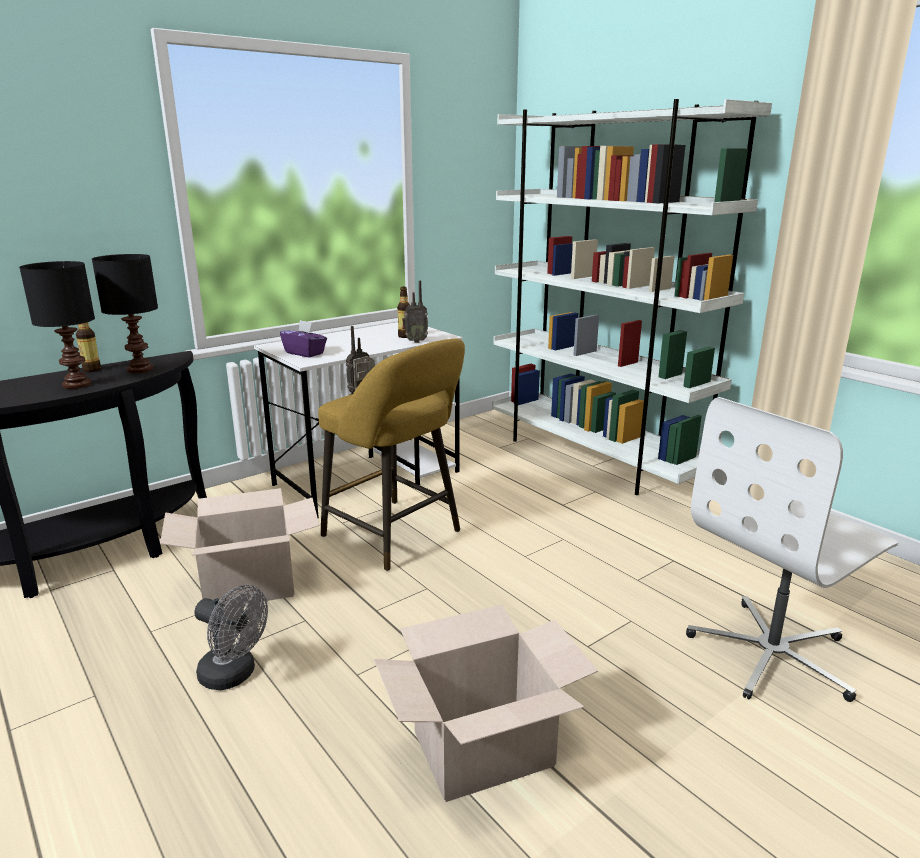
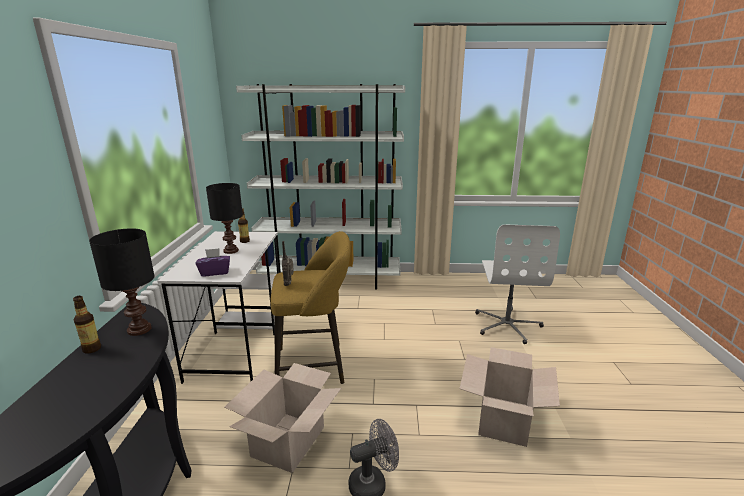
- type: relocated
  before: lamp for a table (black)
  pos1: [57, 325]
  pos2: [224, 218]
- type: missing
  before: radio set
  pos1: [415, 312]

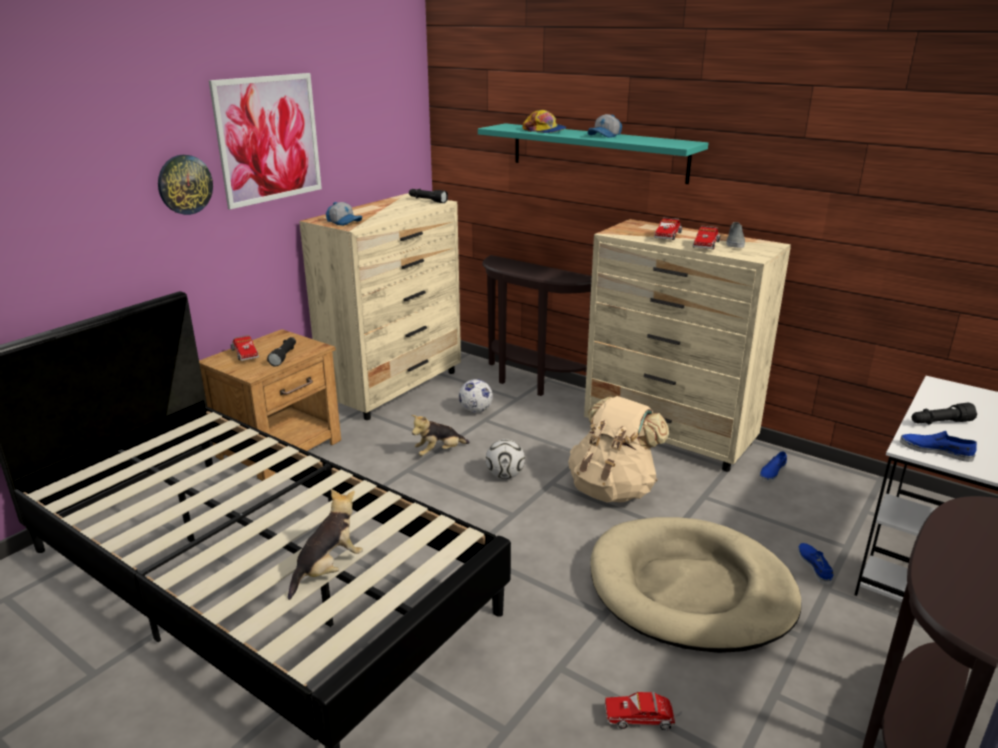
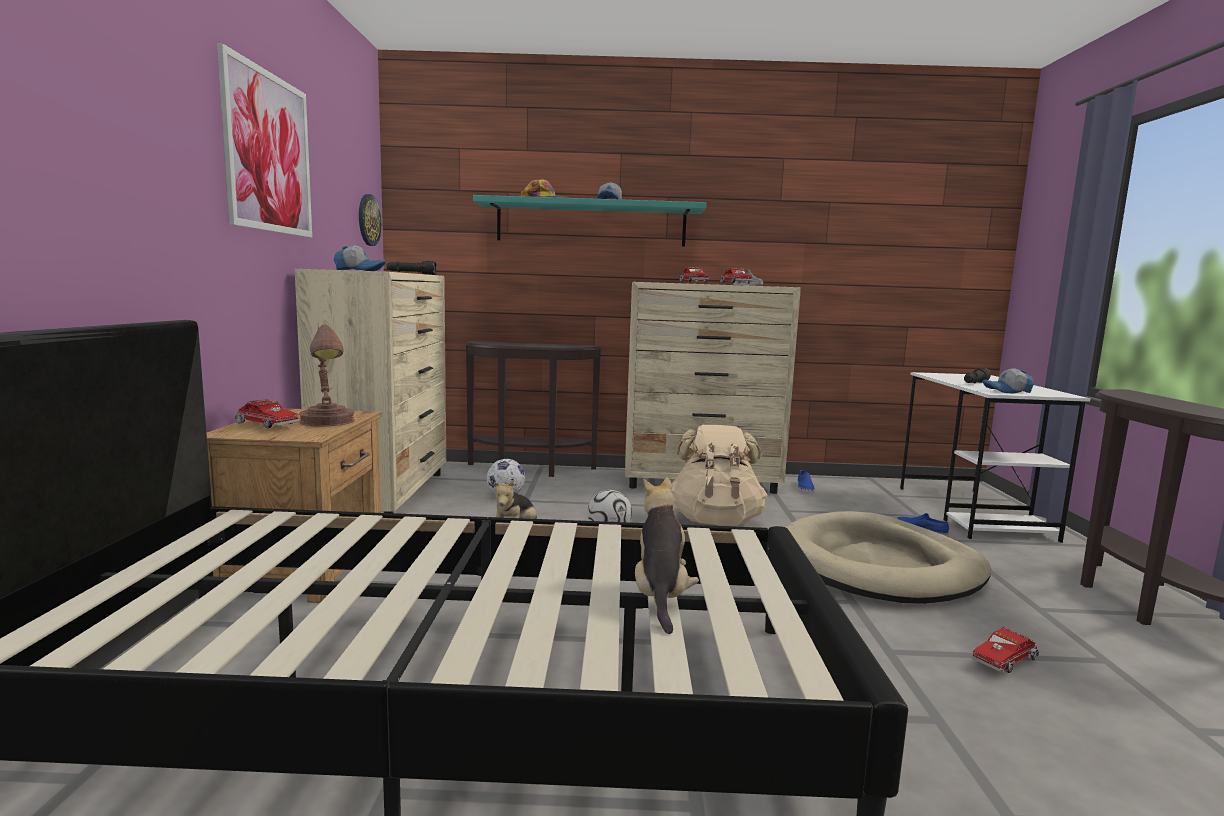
- type: exchanged
  before: hand torch (black)
  after: lamp for a table (brown-coloured)
  pos1: [281, 352]
  pos2: [327, 375]
- type: relocated
  before: wall clock
  pos1: [185, 185]
  pos2: [370, 220]
- type: exchanged
  before: shoe (bluish)
  after: cap
  pos1: [938, 446]
  pos2: [1008, 381]

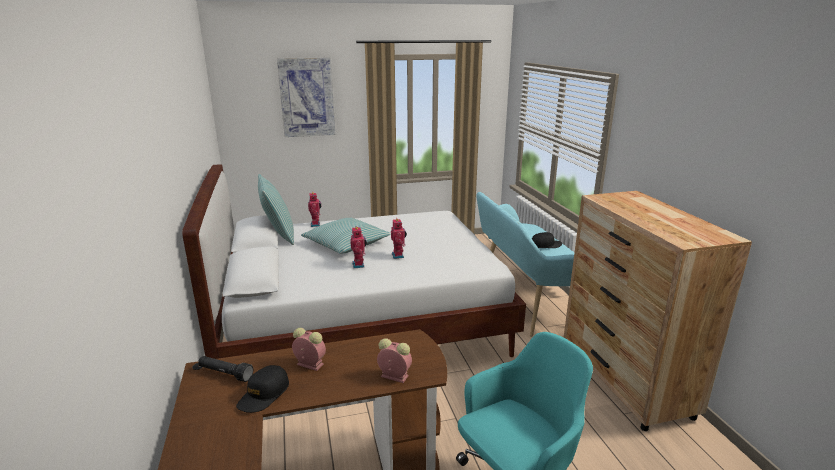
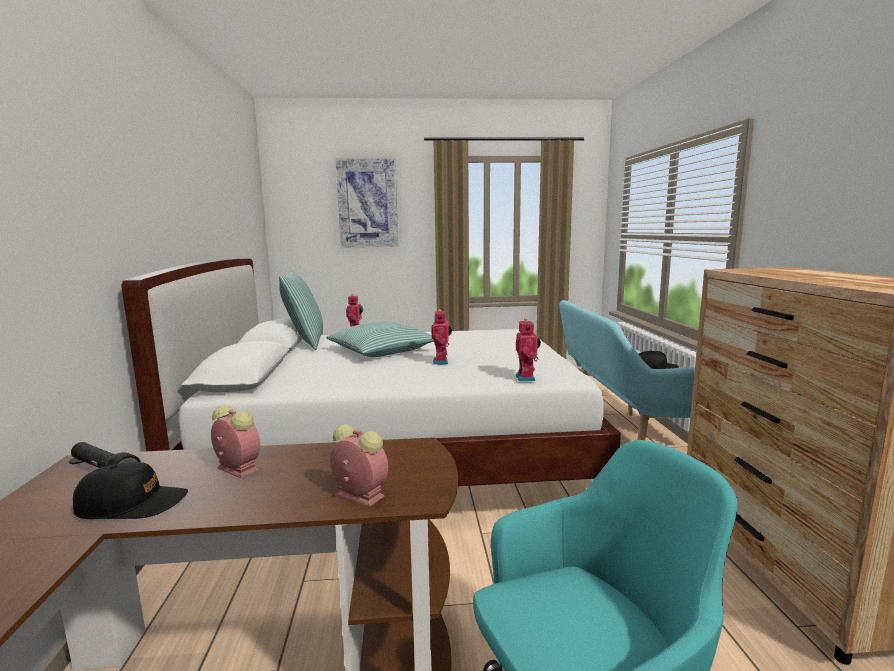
- type: spun
  before: cap (black)
  pos1: [262, 389]
  pos2: [130, 490]
  turn: -135
- type: relocated
  before: model robot
  pos1: [358, 247]
  pos2: [528, 350]

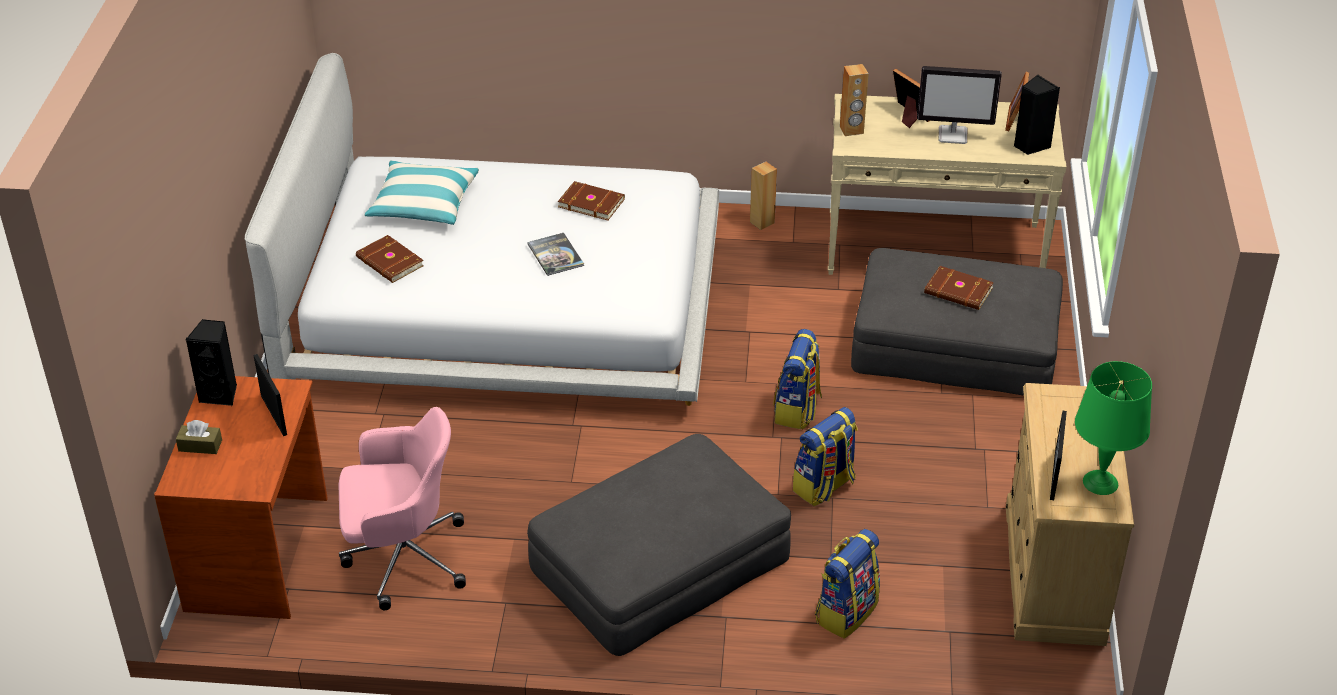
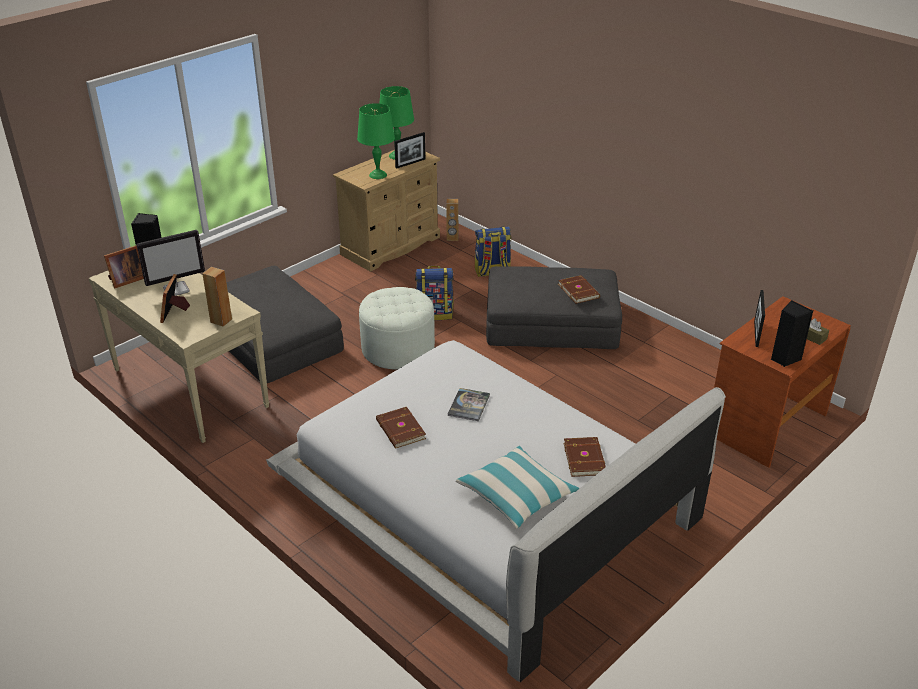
- type: spun
  before: computer screen
  pos1: [959, 105]
  pos2: [171, 263]
  turn: 105
- type: appeared
  after: lamp for a table (greenish)
  pos2: [376, 141]
- type: exchanged
  before: rucksack
  after: pouffe (whitish)
  pos1: [797, 379]
  pos2: [397, 328]
- type: relocated
  before: loudspeaker (brown-coloured)
  pos1: [763, 196]
  pos2: [452, 220]
- type: relocated
  before: book (brown-coloured)
  pos1: [959, 288]
  pos2: [579, 289]
- type: missing
  before: computer chair (pink-coloured)
  pos1: [402, 508]

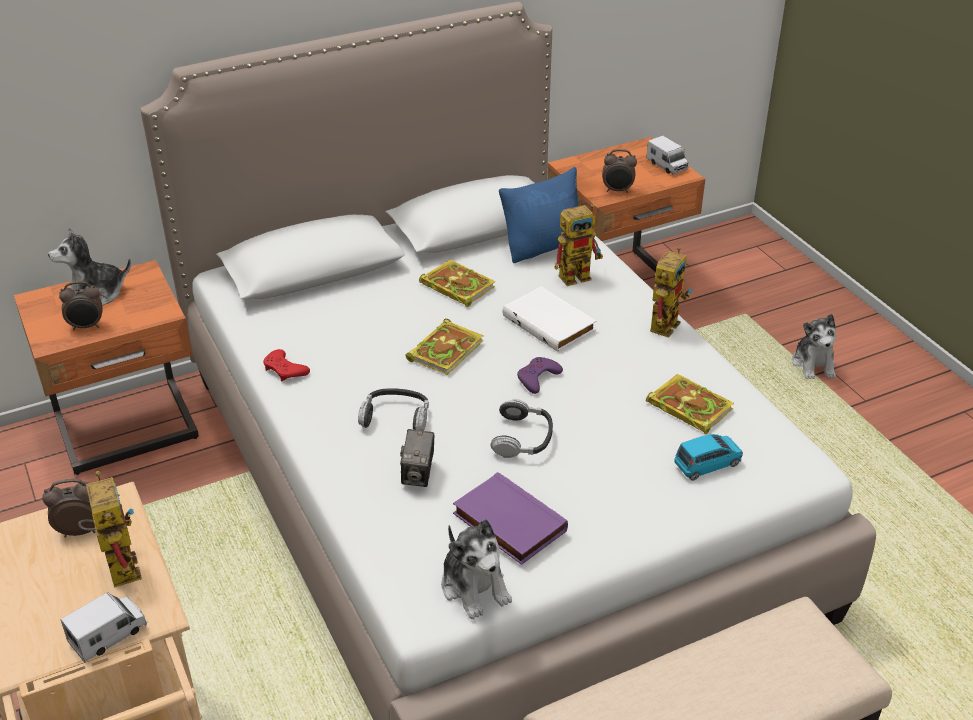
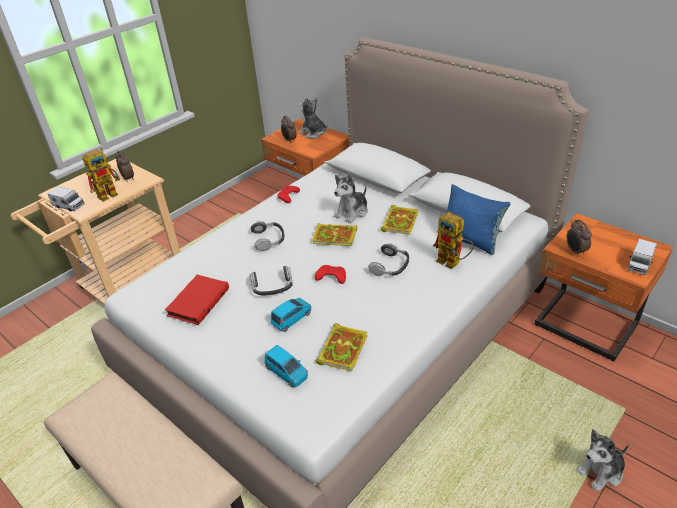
- type: colour
  before: book (purple-coloured)
  after: book (red-coloured)
  pos1: [510, 518]
  pos2: [197, 300]
- type: appeared
  after: model car (bluish)
  pos2: [291, 315]
- type: colour
  before: gamepad (purple-coloured)
  after: gamepad (red-coloured)
  pos1: [540, 375]
  pos2: [330, 274]
- type: relocated
  before: cuddly toy
  pos1: [476, 569]
  pos2: [351, 198]
- type: exchanged
  before: book (whitish)
  after: headphones
  pos1: [549, 319]
  pos2: [388, 259]
- type: missing
  before: photo camera
  pos1: [417, 458]
- type: missing
  before: model robot
  pos1: [671, 292]

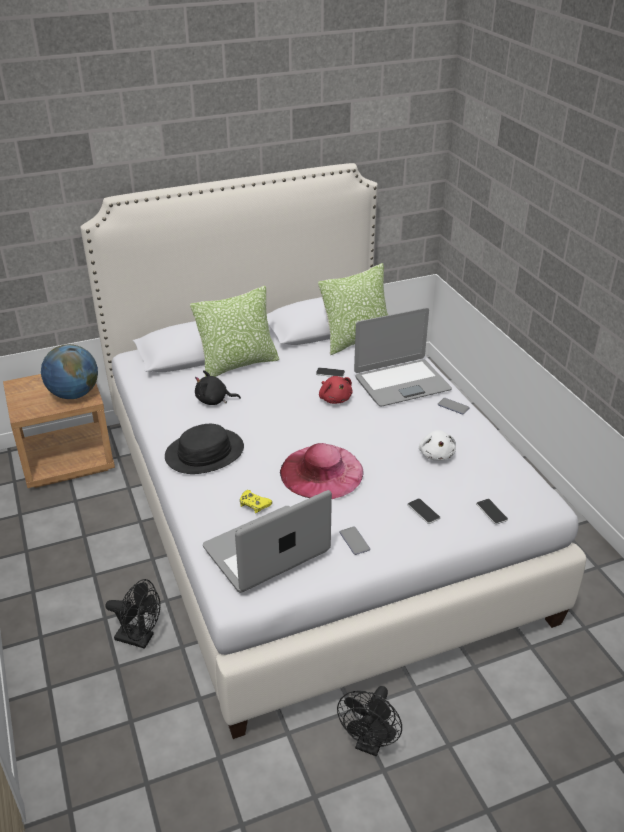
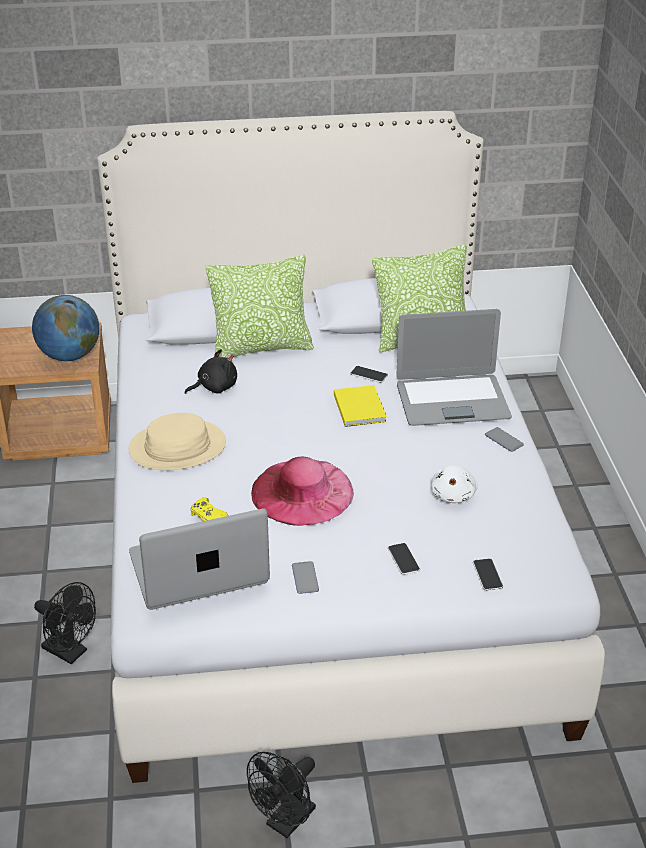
- type: colour
  before: clothing hat (black)
  after: clothing hat (beige-coloured)
  pos1: [204, 449]
  pos2: [177, 441]
- type: spun
  before: cuddly toy (black)
  pos1: [218, 387]
  pos2: [211, 371]
  turn: 135
- type: exchanged
  before: cuddly toy (red-coloured)
  after: book (yellow)
  pos1: [336, 390]
  pos2: [360, 406]

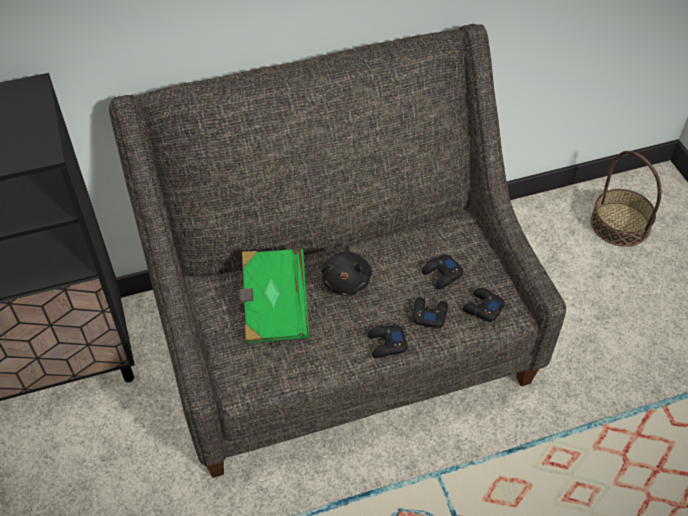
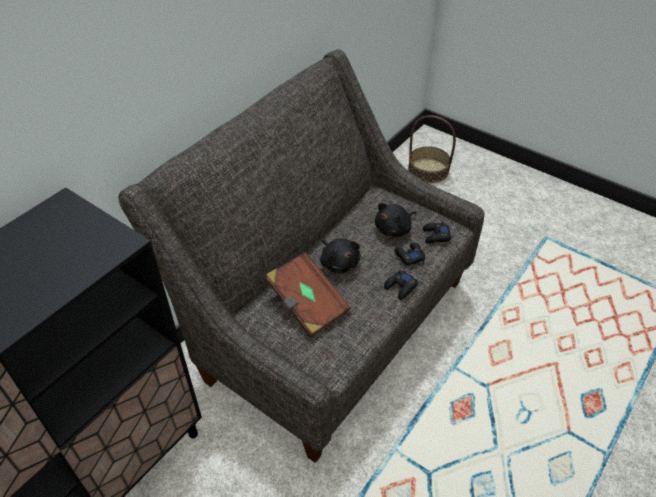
- type: colour
  before: book (greenish)
  after: book (brown-coloured)
  pos1: [274, 296]
  pos2: [308, 294]
- type: exchanged
  before: gamepad (black)
  after: cuddly toy (black)
  pos1: [442, 272]
  pos2: [396, 220]

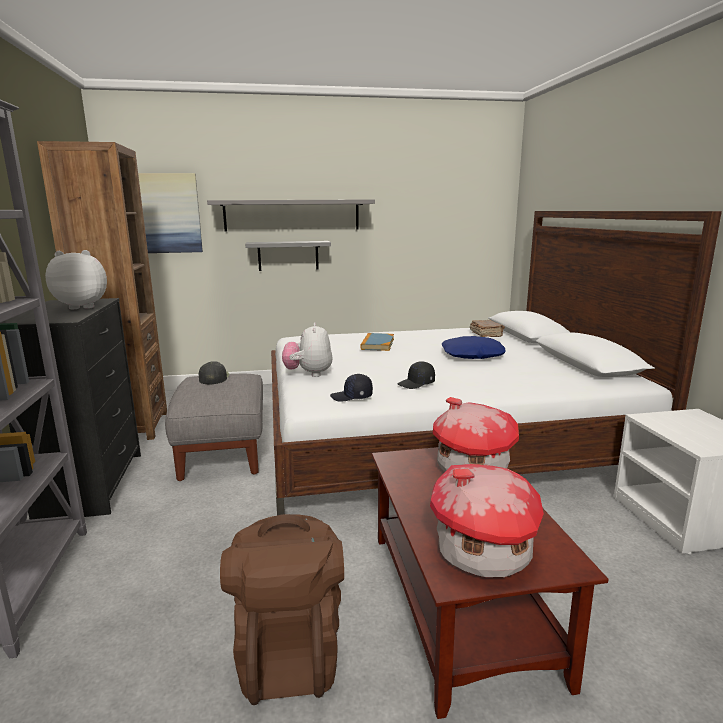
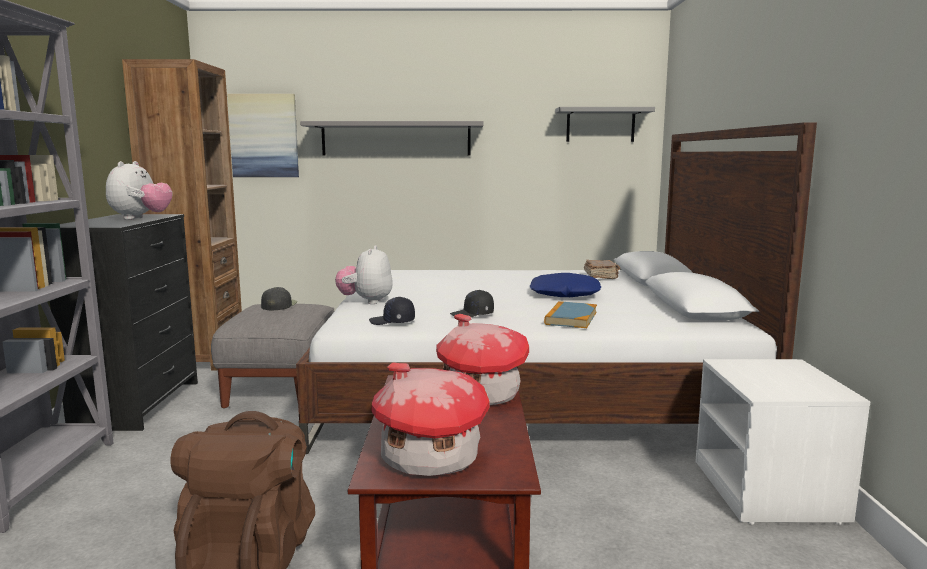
- type: spun
  before: cuddly toy
  pos1: [76, 279]
  pos2: [139, 190]
  turn: 105
- type: relocated
  before: book
  pos1: [377, 342]
  pos2: [570, 314]
- type: relocated
  before: wall shelf (greyish)
  pos1: [288, 256]
  pos2: [605, 124]

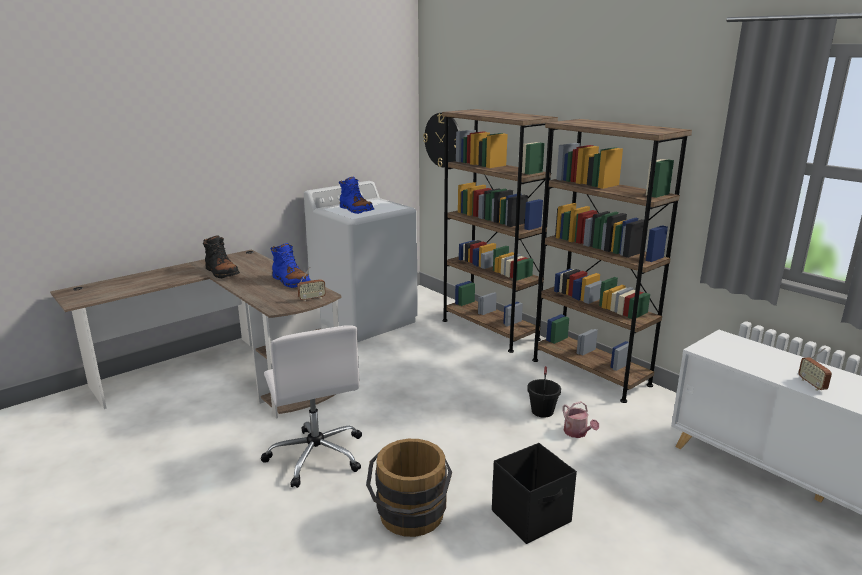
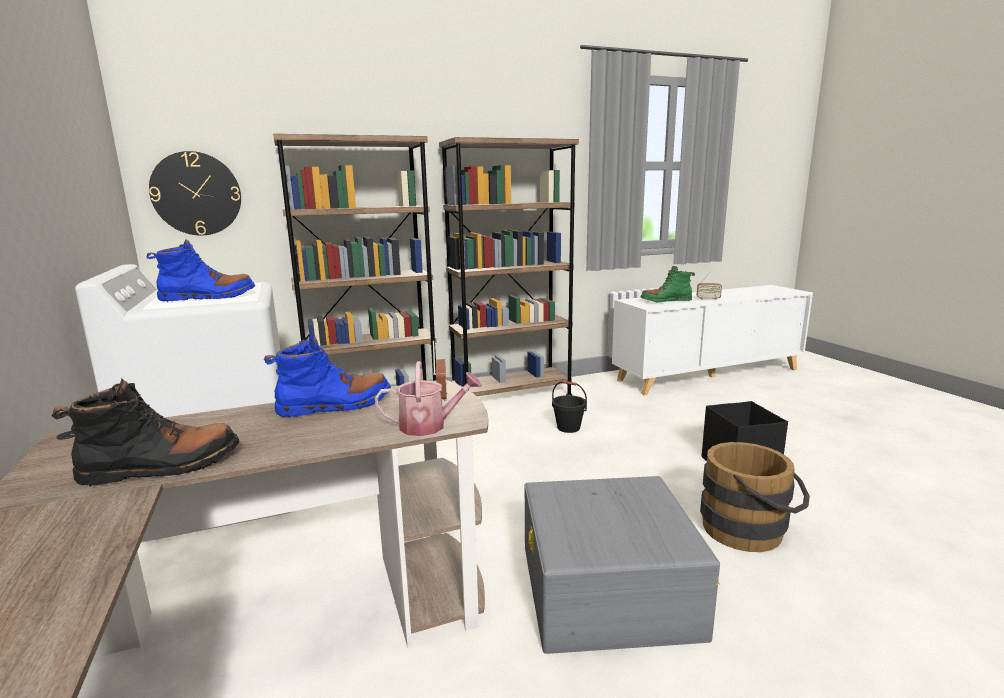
- type: relocated
  before: watering pot
  pos1: [580, 419]
  pos2: [428, 398]
- type: exchanged
  before: computer chair (whitish)
  after: storage container (greyish)
  pos1: [311, 406]
  pos2: [622, 565]
- type: appeared
  after: tall boot (greenish)
  pos2: [667, 284]

